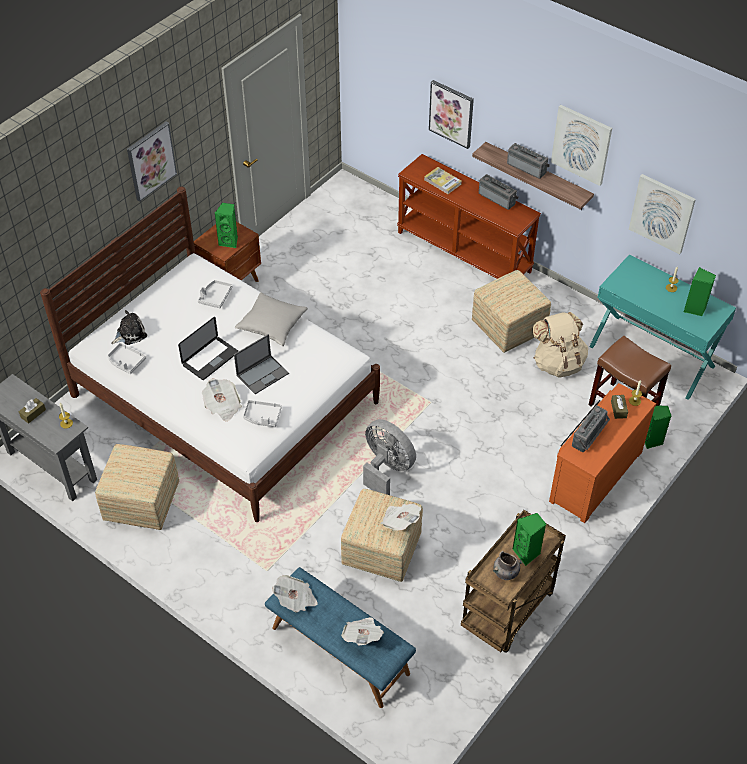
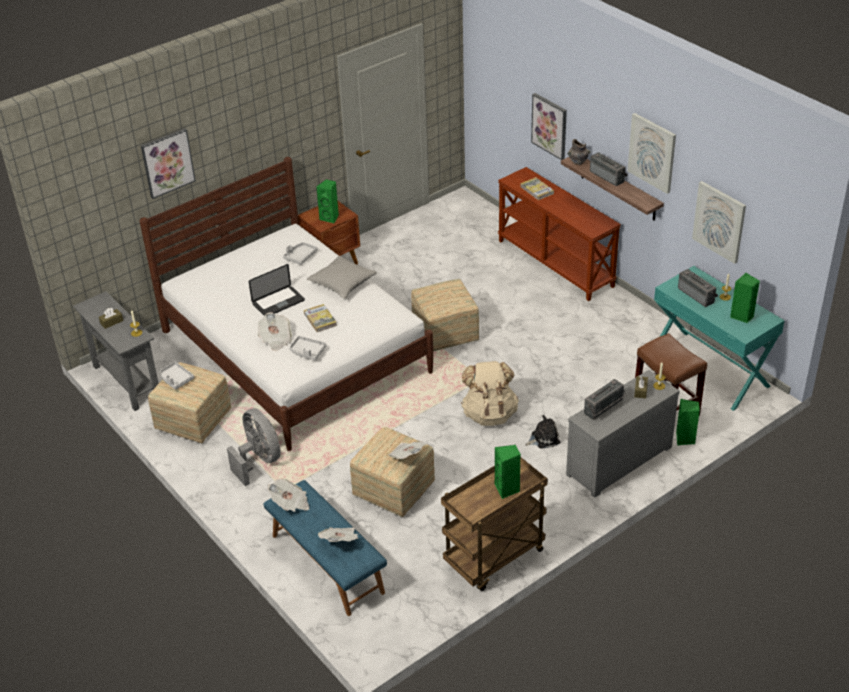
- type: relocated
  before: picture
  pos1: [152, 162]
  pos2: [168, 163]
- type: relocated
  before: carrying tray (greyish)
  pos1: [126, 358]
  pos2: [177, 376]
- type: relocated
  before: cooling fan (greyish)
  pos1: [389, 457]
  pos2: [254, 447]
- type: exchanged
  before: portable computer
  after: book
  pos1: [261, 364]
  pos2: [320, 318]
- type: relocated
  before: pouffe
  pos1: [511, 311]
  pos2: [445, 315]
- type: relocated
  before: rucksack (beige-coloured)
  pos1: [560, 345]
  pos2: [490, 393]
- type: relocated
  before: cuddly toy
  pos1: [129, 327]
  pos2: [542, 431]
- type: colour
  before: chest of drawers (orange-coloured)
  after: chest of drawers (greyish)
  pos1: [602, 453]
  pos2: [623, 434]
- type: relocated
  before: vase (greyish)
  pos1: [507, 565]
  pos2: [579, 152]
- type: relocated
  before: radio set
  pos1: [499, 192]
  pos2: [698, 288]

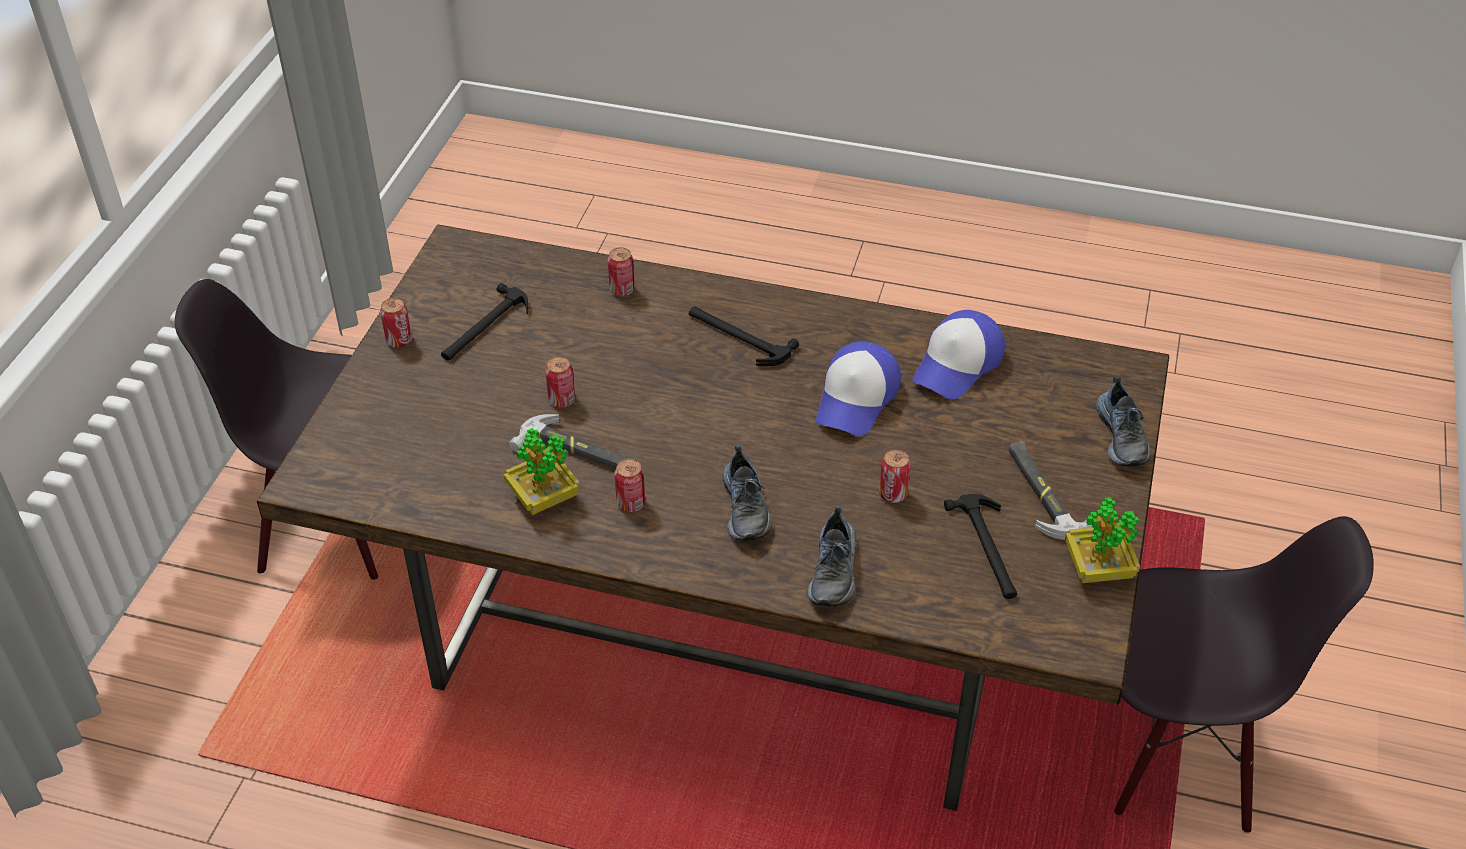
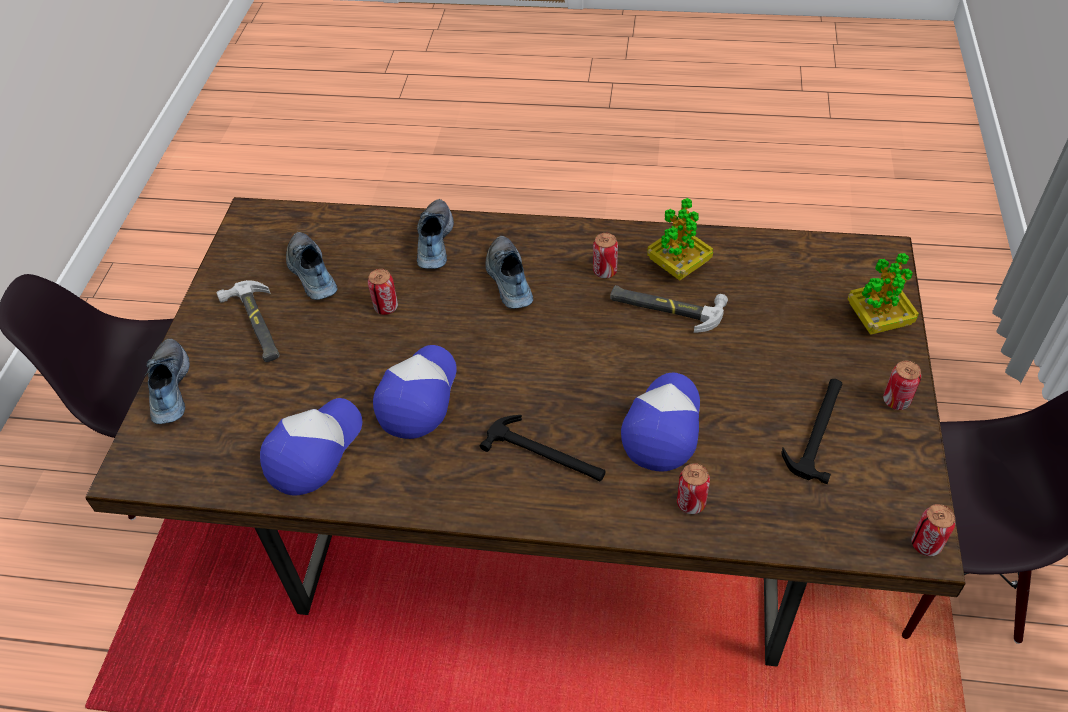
- type: exchanged
  before: hammer
  after: shoe
  pos1: [980, 546]
  pos2: [311, 266]
- type: appeared
  after: cap
  pos2: [660, 422]
- type: relocated
  before: houseplant
  pos1: [1102, 540]
  pos2: [883, 294]
- type: relocated
  before: sealed can
  pos1: [560, 382]
  pos2: [933, 530]

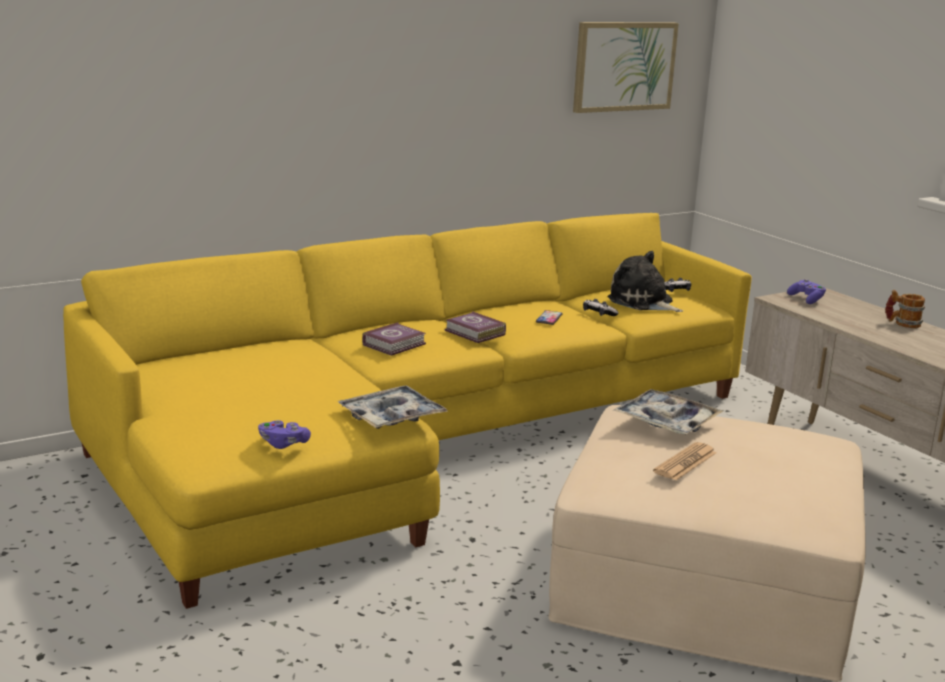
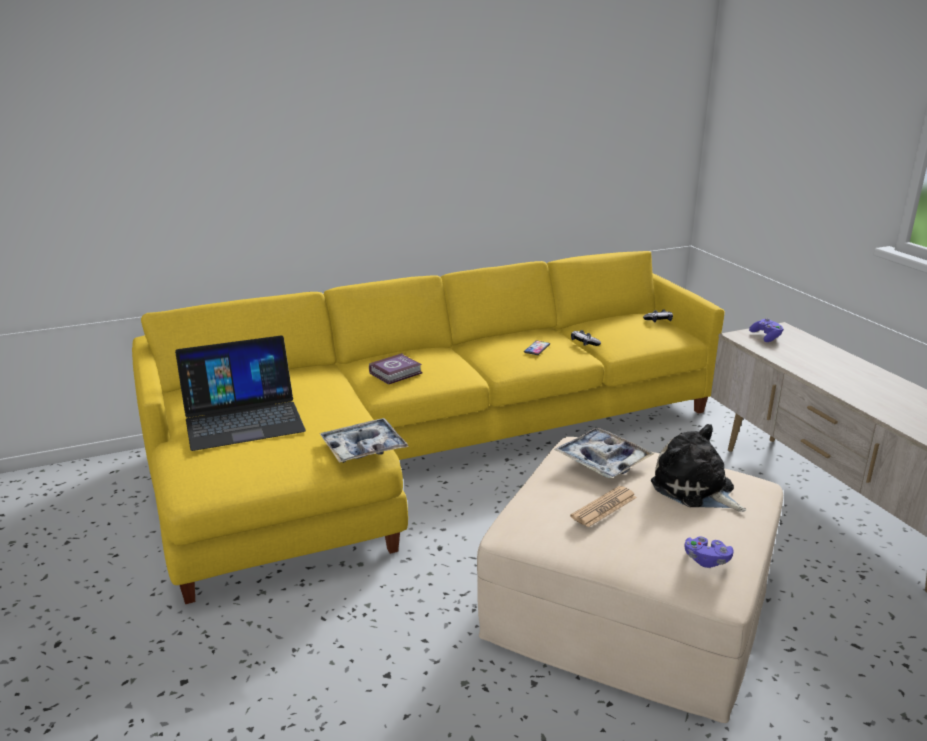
- type: appeared
  after: portable computer
  pos2: [240, 393]
- type: relocated
  before: cuddly toy
  pos1: [645, 281]
  pos2: [698, 468]
- type: relocated
  before: gamepad (purple-coloured)
  pos1: [284, 434]
  pos2: [709, 552]
- type: missing
  before: book
  pos1: [475, 327]
- type: missing
  before: picture
  pos1: [626, 67]
- type: missing
  before: mug
  pos1: [905, 309]

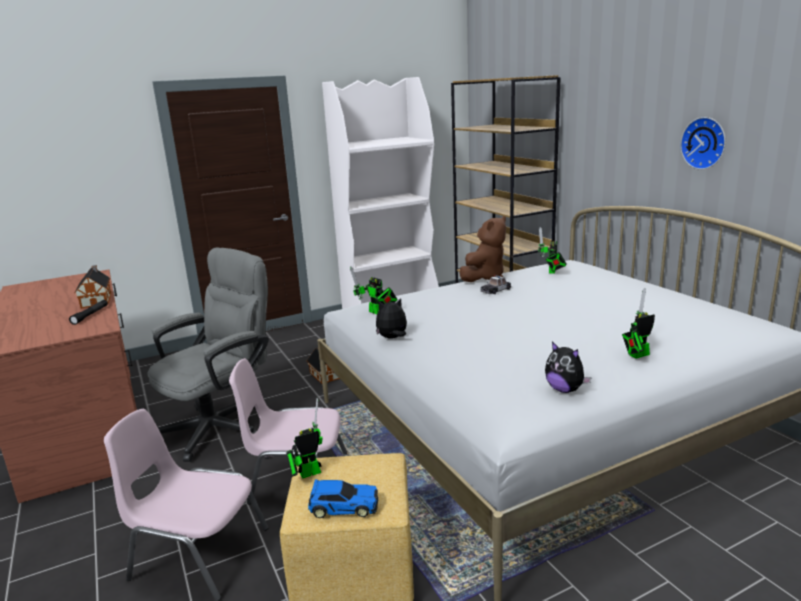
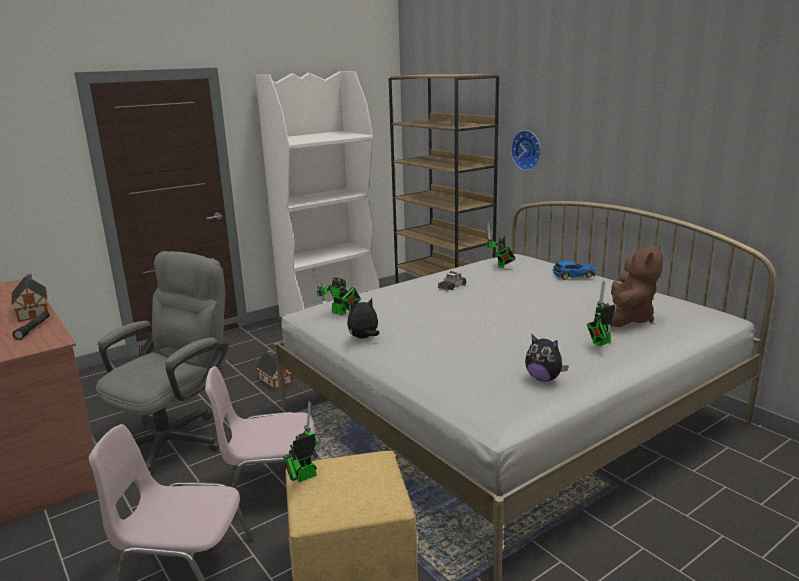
- type: relocated
  before: wall clock
  pos1: [703, 143]
  pos2: [526, 150]
- type: relocated
  before: model car
  pos1: [343, 498]
  pos2: [574, 270]
- type: relocated
  before: cuddly toy (brown-coloured)
  pos1: [482, 249]
  pos2: [636, 286]

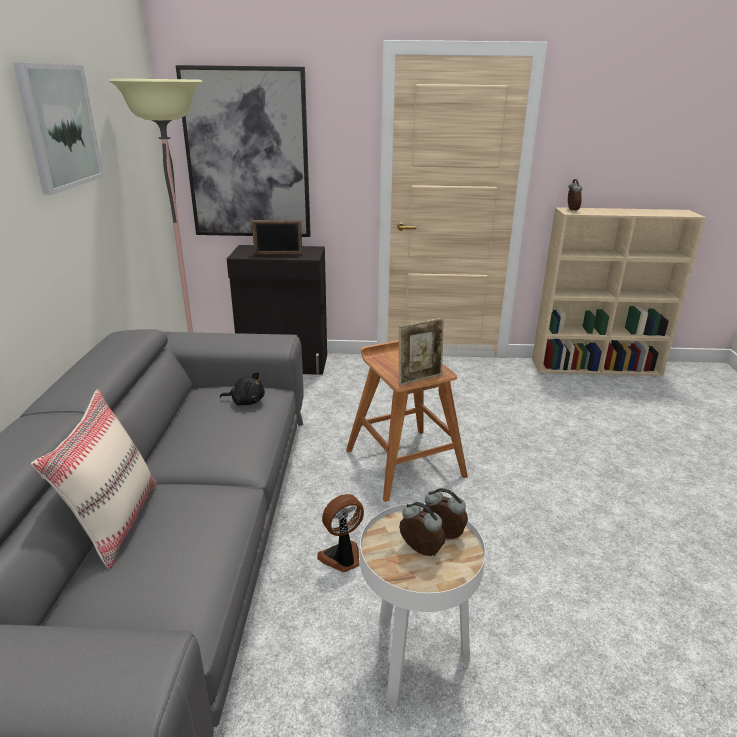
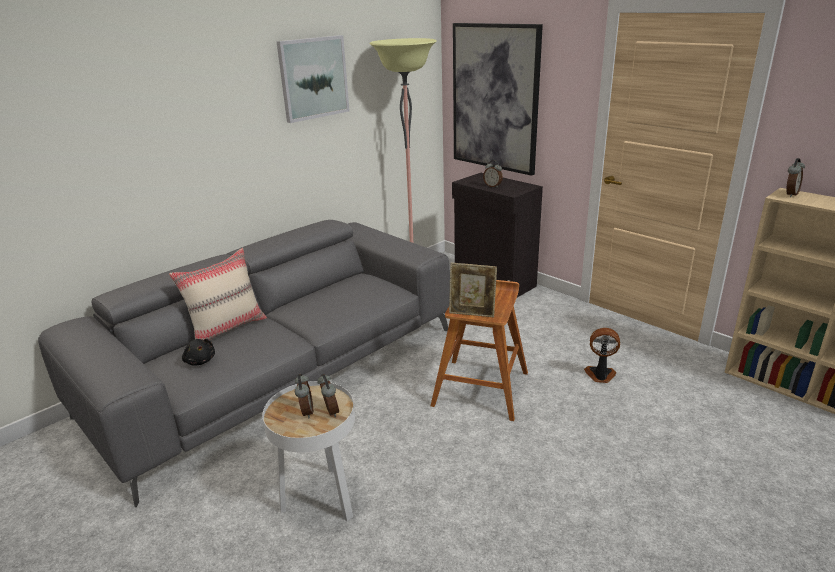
- type: relocated
  before: cuddly toy (black)
  pos1: [242, 388]
  pos2: [198, 352]
- type: exchanged
  before: standing frame
  after: alarm clock
  pos1: [277, 237]
  pos2: [493, 174]
- type: relocated
  before: cooling fan
  pos1: [340, 533]
  pos2: [602, 355]

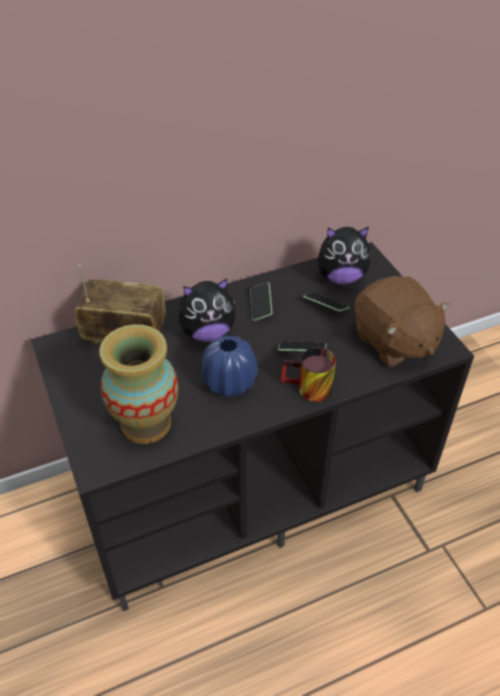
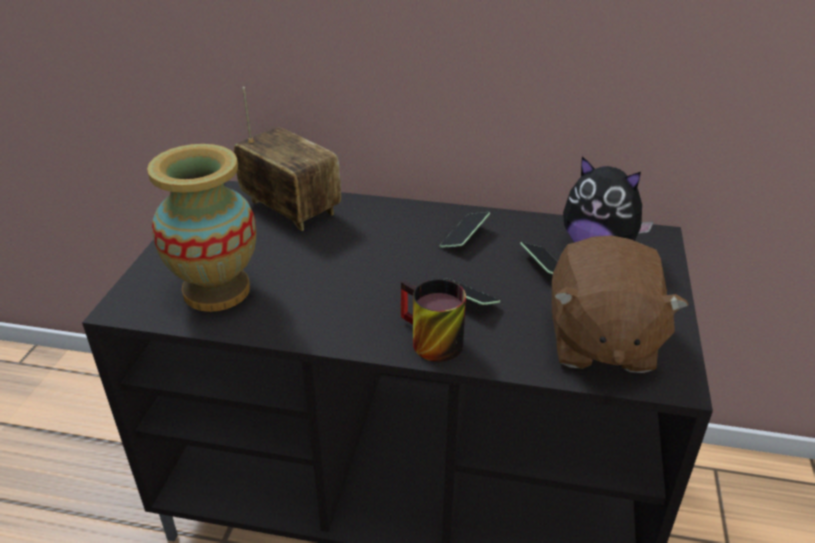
- type: missing
  before: cuddly toy
  pos1: [207, 310]
- type: missing
  before: vase (bluish)
  pos1: [230, 366]

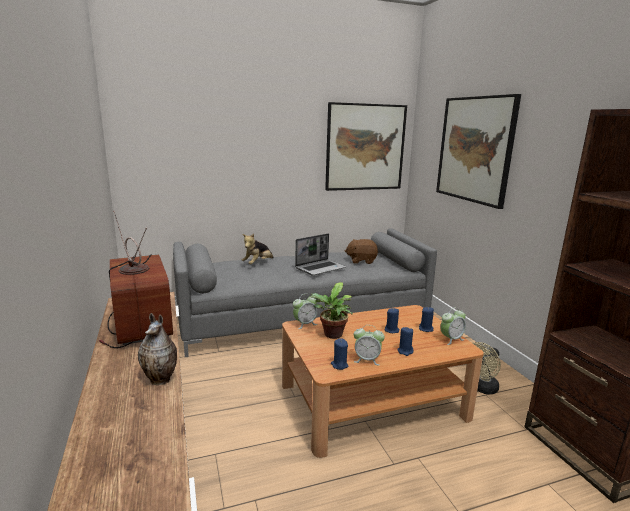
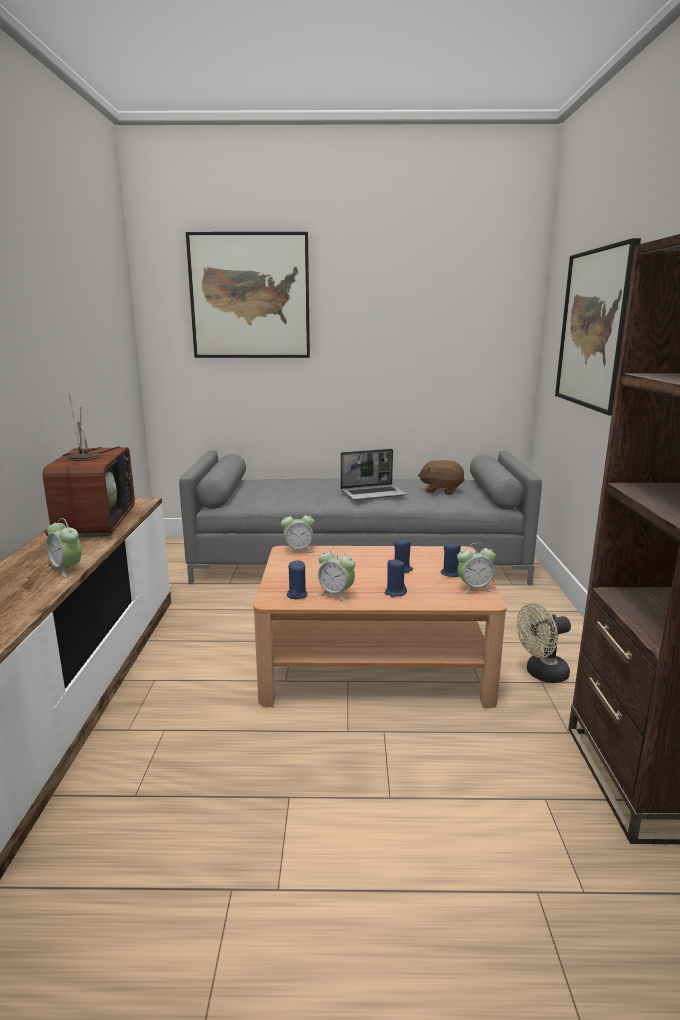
- type: exchanged
  before: vase
  after: alarm clock
  pos1: [157, 349]
  pos2: [64, 547]
- type: relocated
  before: picture
  pos1: [366, 146]
  pos2: [248, 295]
- type: missing
  before: cuddly toy
  pos1: [258, 248]
- type: missing
  before: houseplant
  pos1: [330, 310]

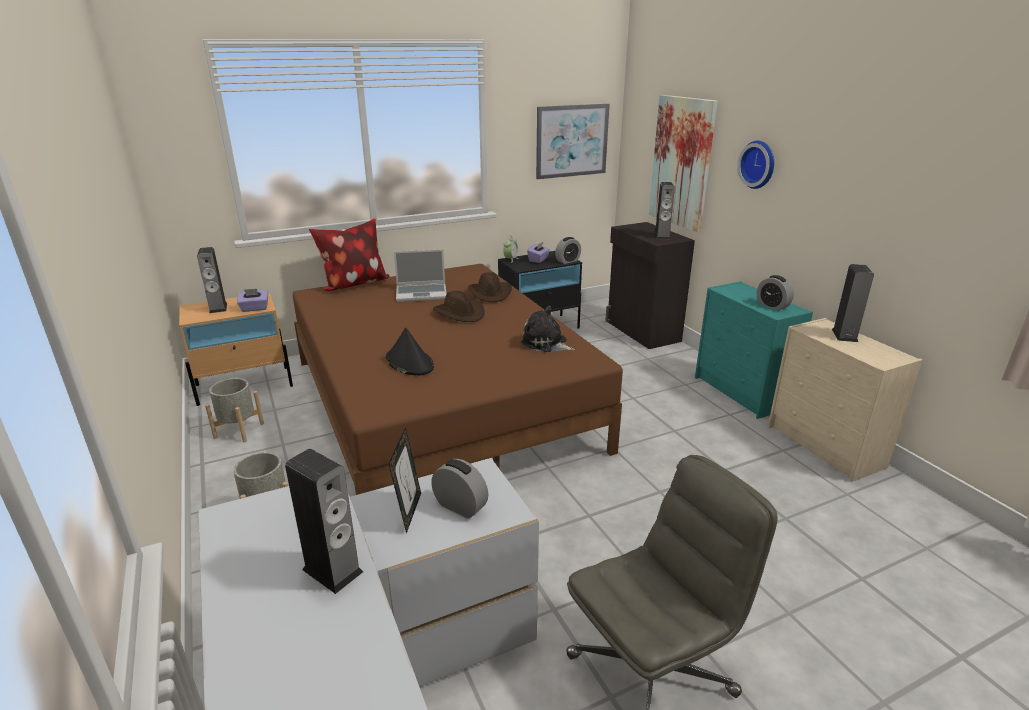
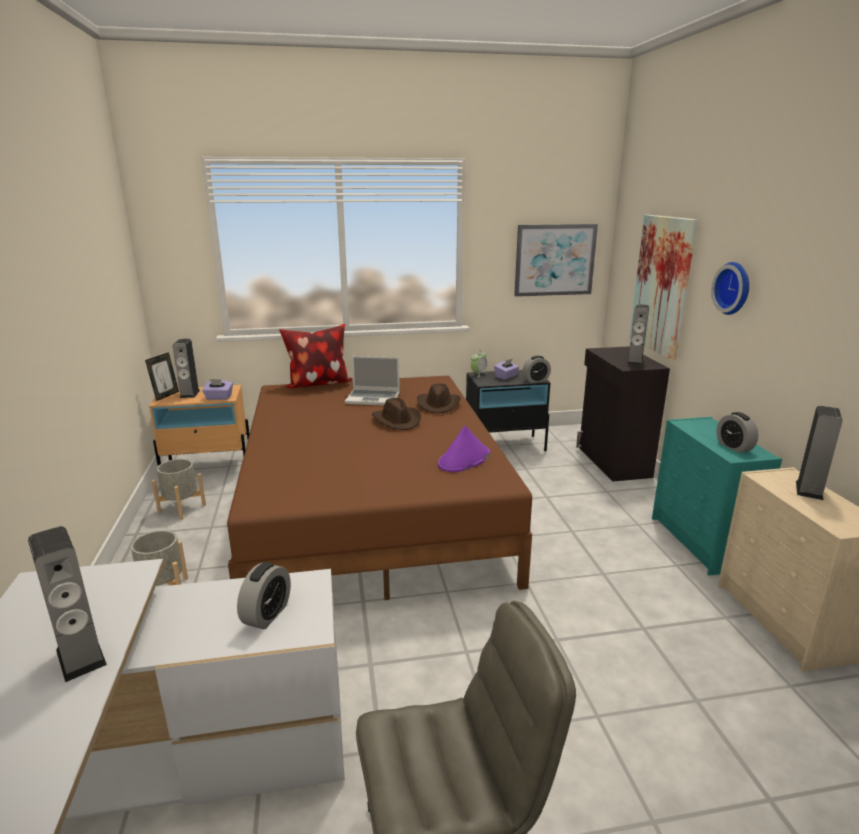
- type: relocated
  before: standing frame
  pos1: [404, 480]
  pos2: [162, 376]
- type: spun
  before: alarm clock
  pos1: [459, 489]
  pos2: [264, 595]
  turn: 60
- type: exchanged
  before: cuddly toy
  after: clothing hat (purple-coloured)
  pos1: [548, 329]
  pos2: [464, 448]
- type: missing
  before: clothing hat (black)
  pos1: [410, 351]

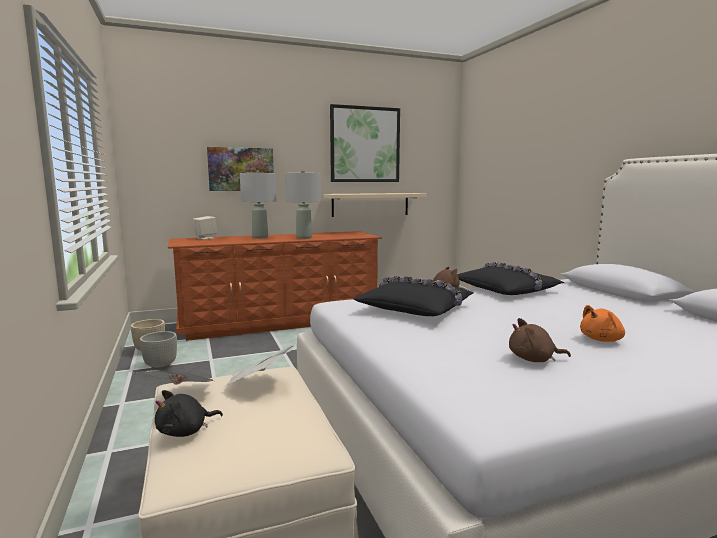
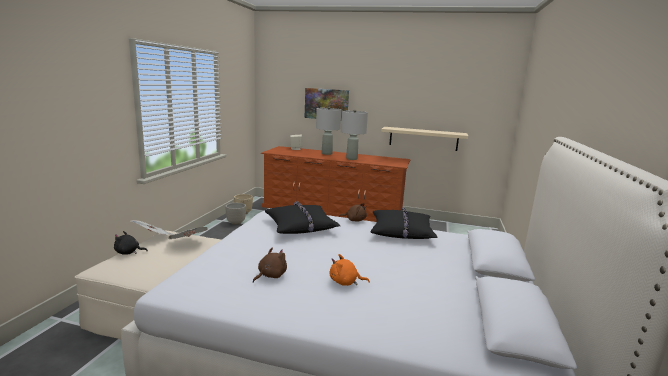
- type: spun
  before: cuddly toy (brown-coloured)
  pos1: [540, 340]
  pos2: [270, 265]
  turn: 90
- type: missing
  before: picture
  pos1: [365, 143]

